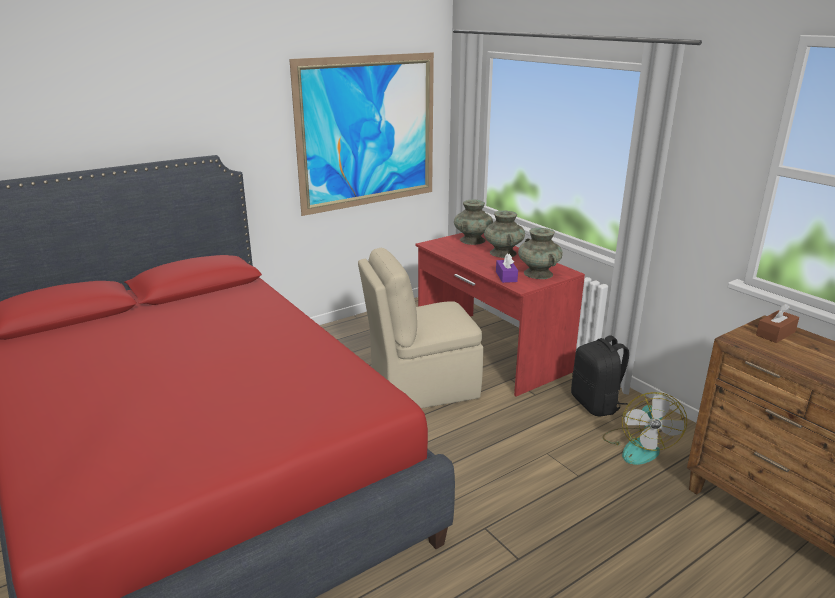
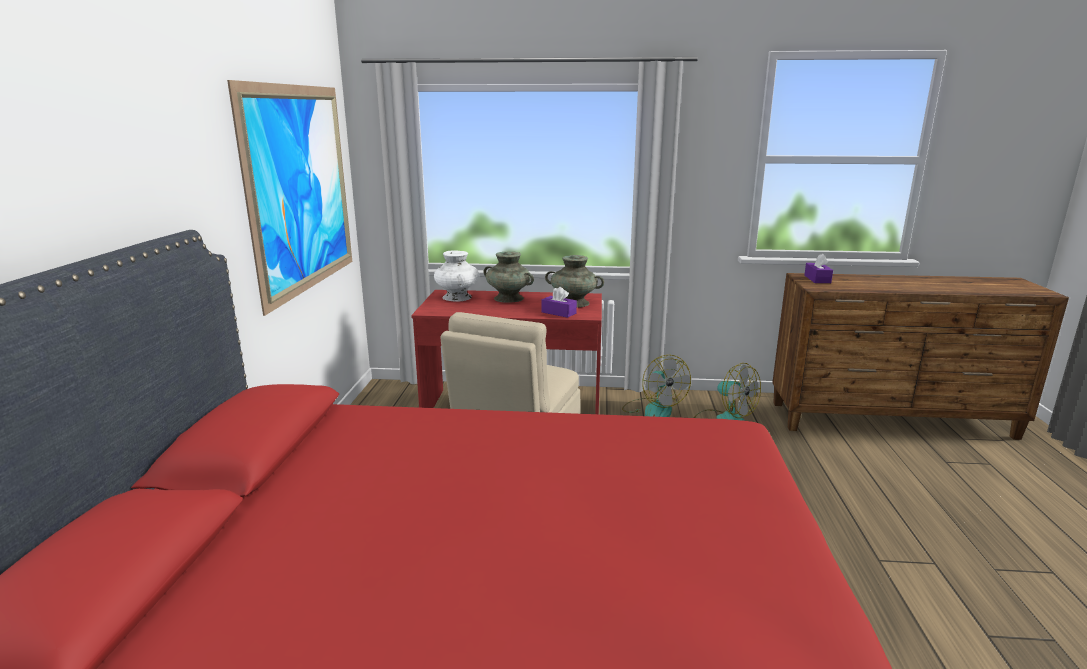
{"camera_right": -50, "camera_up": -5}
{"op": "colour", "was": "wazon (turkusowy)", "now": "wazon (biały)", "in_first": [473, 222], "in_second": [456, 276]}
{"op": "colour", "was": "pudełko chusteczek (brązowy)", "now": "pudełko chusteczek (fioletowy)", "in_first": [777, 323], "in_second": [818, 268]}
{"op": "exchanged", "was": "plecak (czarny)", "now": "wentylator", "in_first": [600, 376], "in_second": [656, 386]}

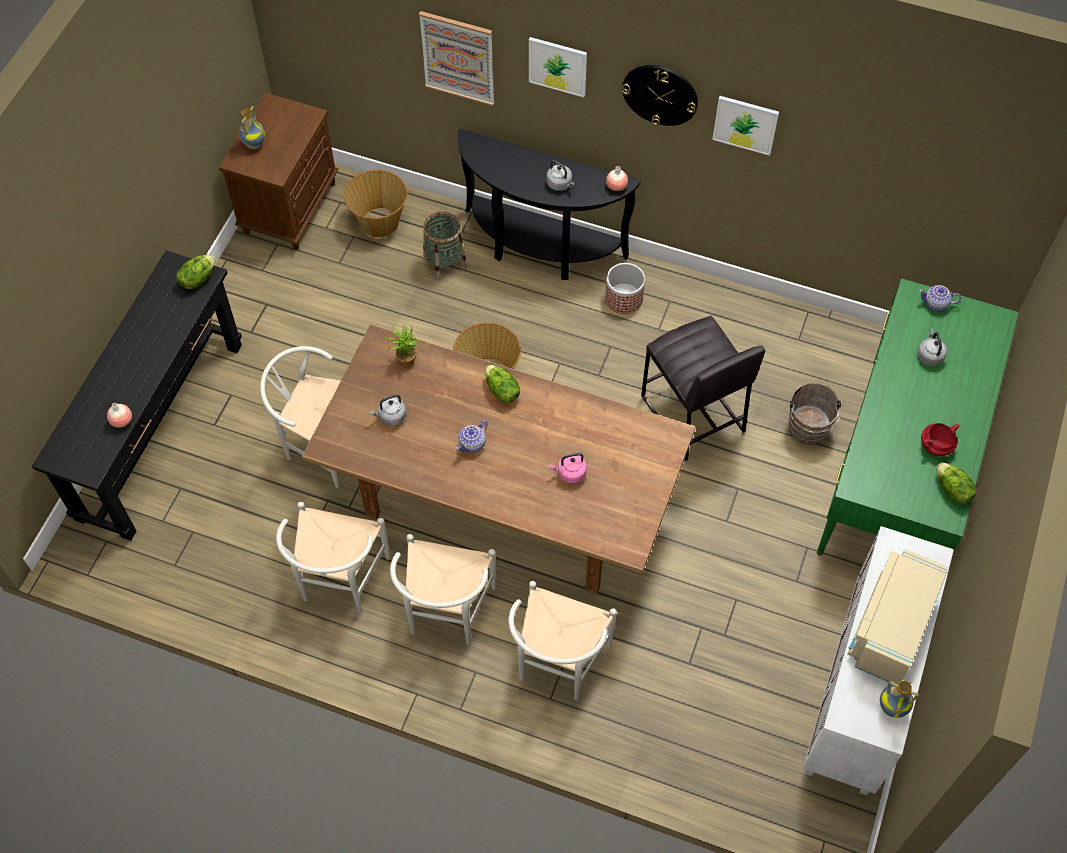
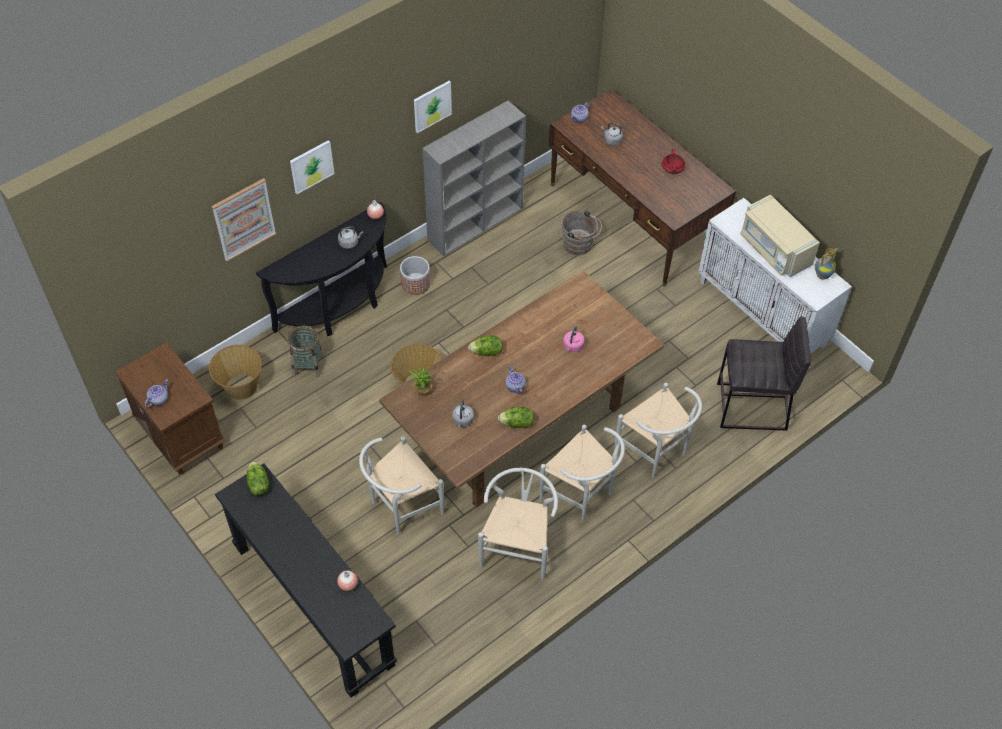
{"camera_right": -60, "camera_up": -5}
{"op": "missing", "was": "zegar ścienny", "in_first": [660, 95]}
{"op": "exchanged", "was": "wazon", "now": "imbryk", "in_first": [252, 127], "in_second": [156, 393]}
{"op": "colour", "was": "biurko (zielony)", "now": "biurko (brązowy)", "in_first": [918, 417], "in_second": [642, 188]}
{"op": "relocated", "was": "stołek (szary)", "in_first": [703, 388], "in_second": [764, 373]}
{"op": "relocated", "was": "sałata", "in_first": [956, 483], "in_second": [516, 417]}
{"op": "spun", "was": "krzesło (biały)", "in_first": [333, 557], "in_second": [518, 524], "clockwise": -120}
{"op": "appeared", "now": "regał (szary)", "in_second": [474, 178]}

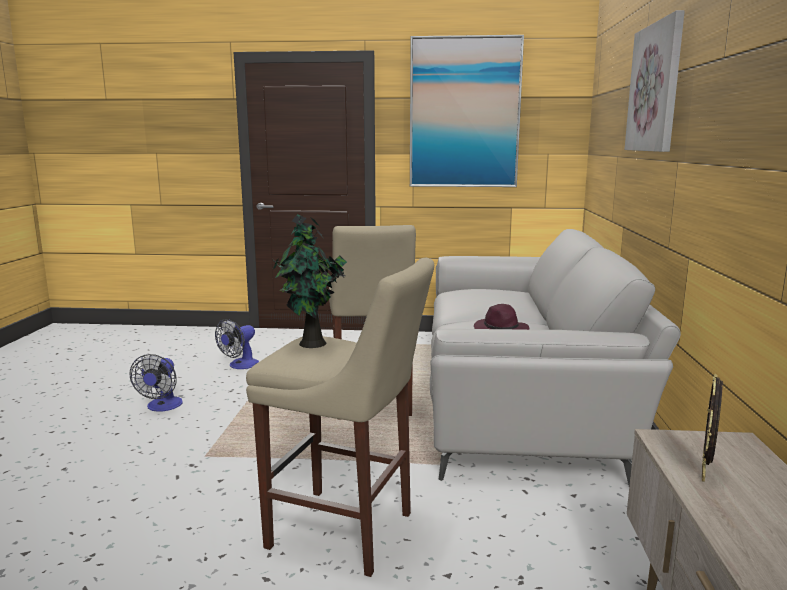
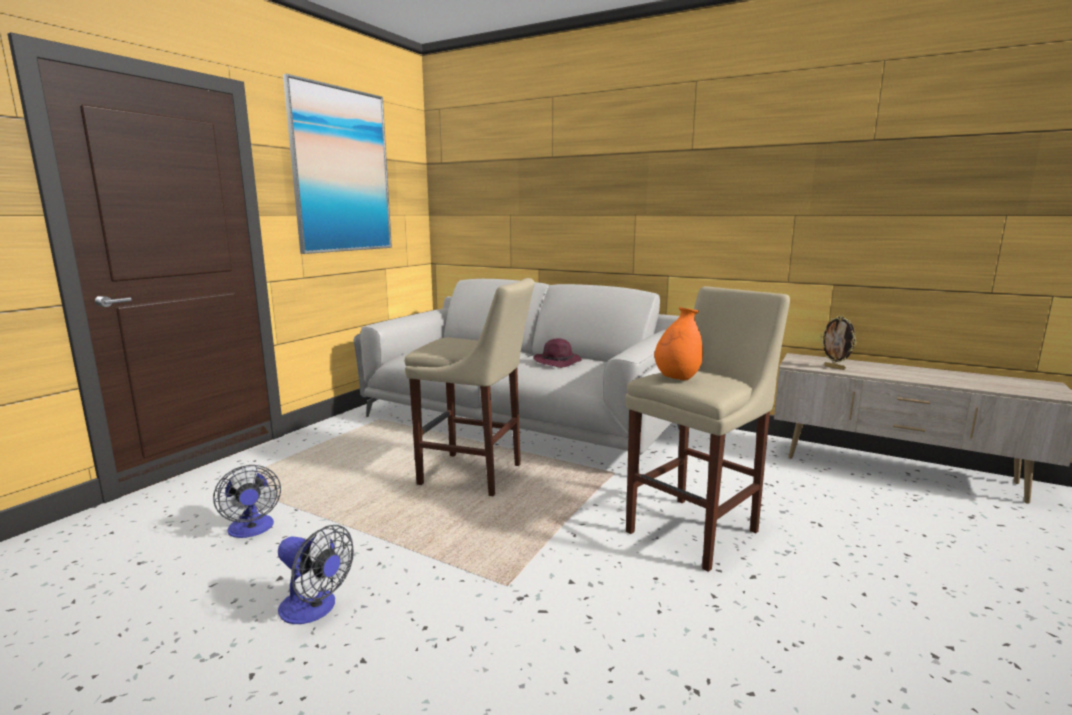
{"camera_right": -65, "camera_up": 0}
{"op": "missing", "was": "obraz", "in_first": [654, 81]}
{"op": "exchanged", "was": "roślina doniczkowa", "now": "wazon (pomarańczowy)", "in_first": [310, 281], "in_second": [678, 343]}

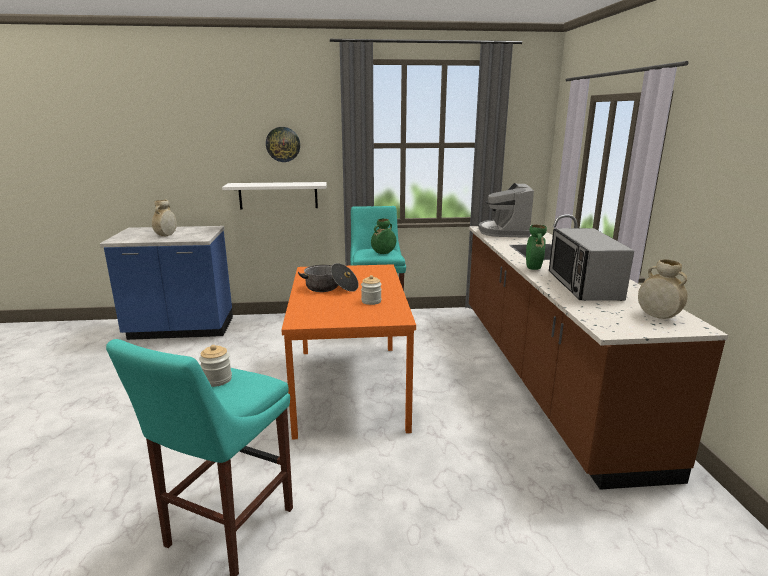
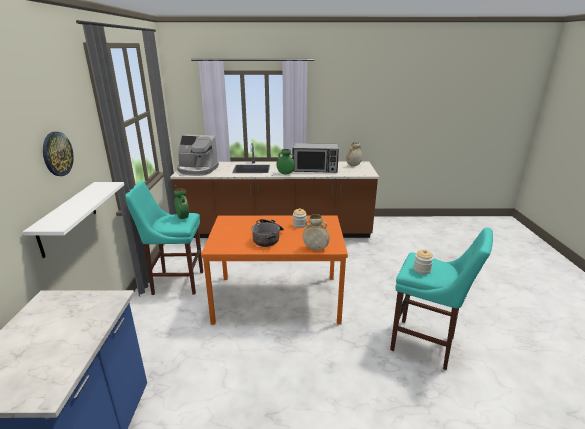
{"camera_right": -85, "camera_up": 5}
{"op": "relocated", "was": "wazon (beżowy)", "in_first": [164, 218], "in_second": [316, 232]}

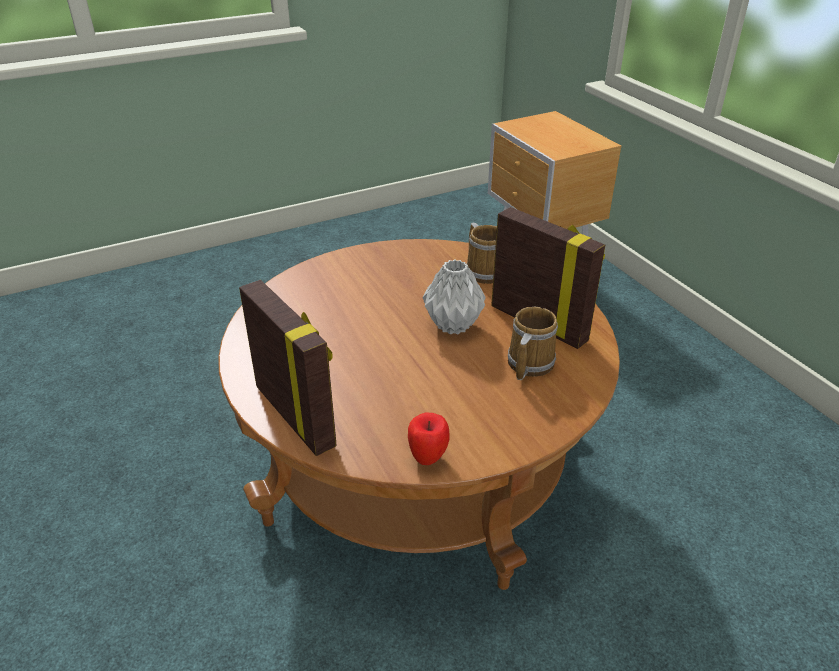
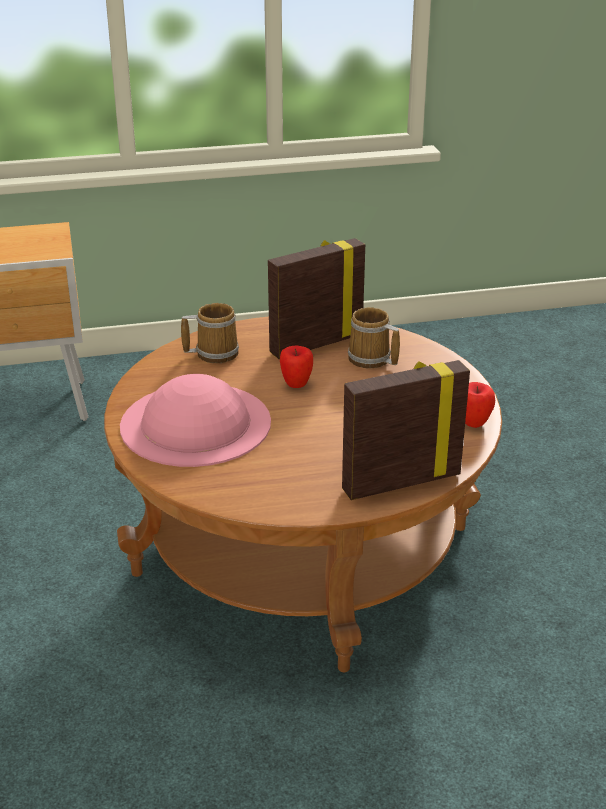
{"camera_right": -75, "camera_up": -5}
{"op": "exchanged", "was": "wazon (szary)", "now": "jabłko", "in_first": [454, 296], "in_second": [296, 366]}
{"op": "appeared", "now": "kapelusz (różowy)", "in_second": [195, 420]}

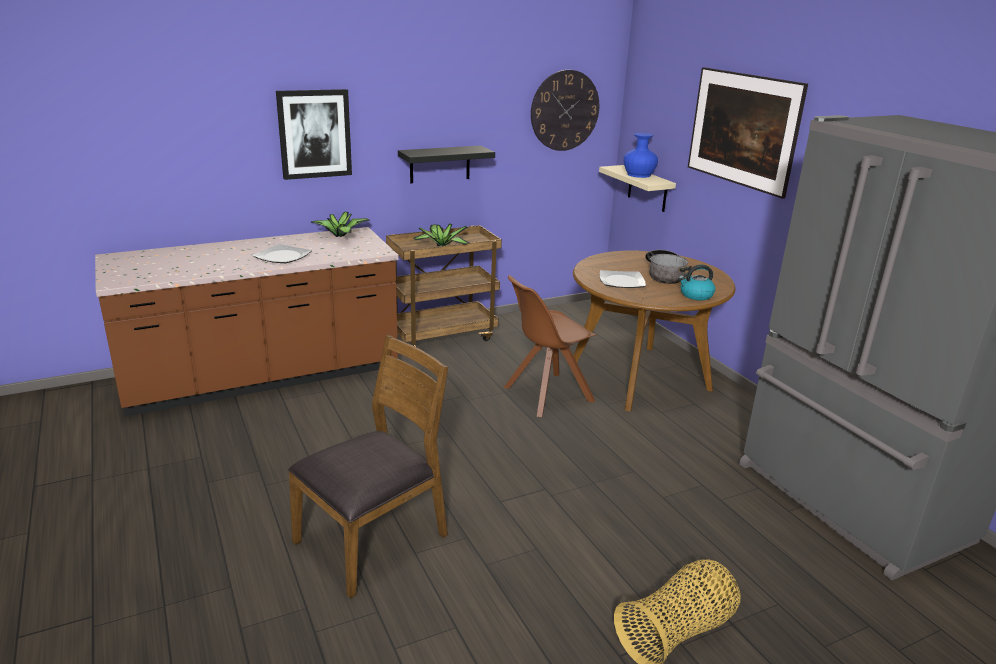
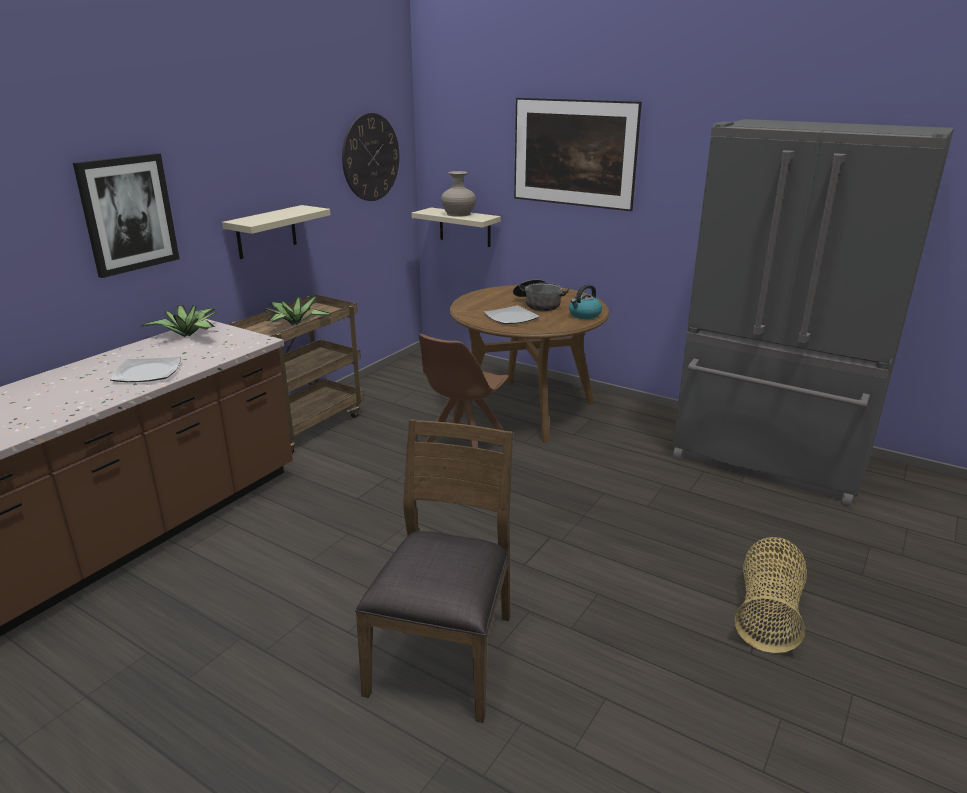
{"camera_right": -30, "camera_up": 0}
{"op": "colour", "was": "wazon (niebieski)", "now": "wazon (beżowy)", "in_first": [640, 155], "in_second": [458, 194]}
{"op": "colour", "was": "półka (czarny)", "now": "półka (beżowy)", "in_first": [446, 164], "in_second": [276, 232]}

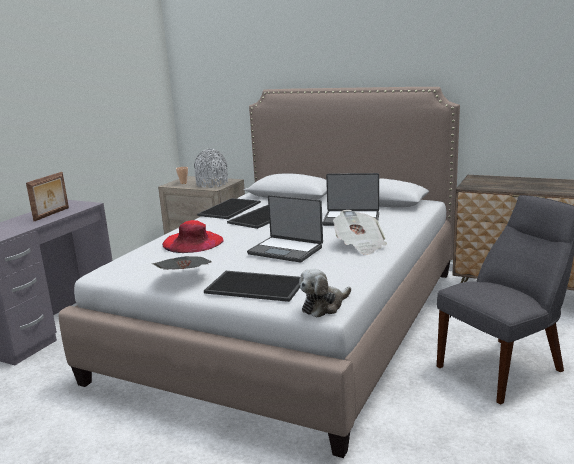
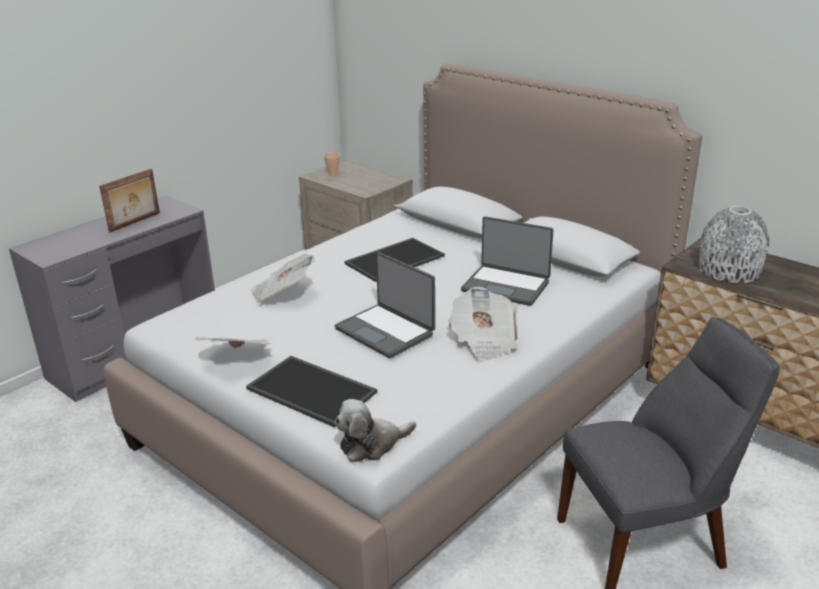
{"camera_right": 15, "camera_up": 10}
{"op": "relocated", "was": "wazon (szary)", "in_first": [211, 168], "in_second": [734, 245]}
{"op": "missing", "was": "taca", "in_first": [229, 208]}
{"op": "exchanged", "was": "kapelusz (czerwony)", "now": "gazeta", "in_first": [193, 236], "in_second": [283, 278]}

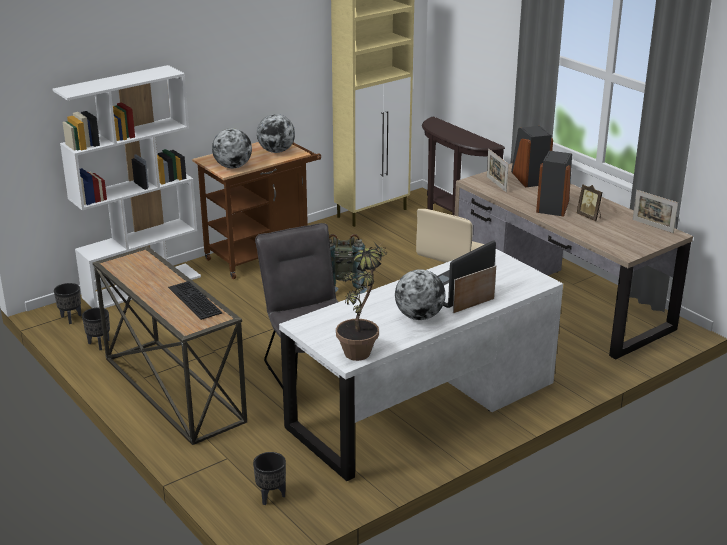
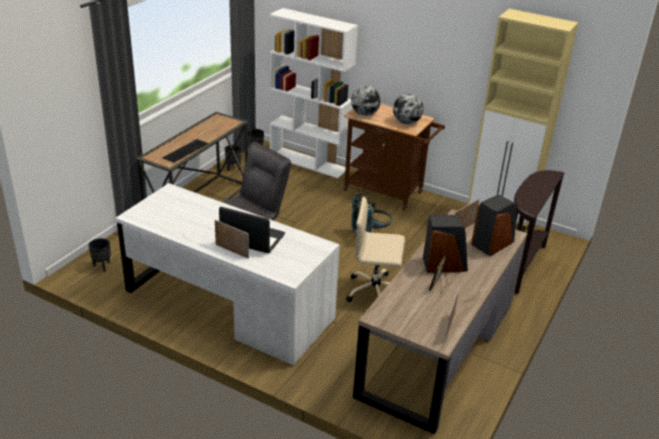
{"camera_right": 65, "camera_up": 5}
{"op": "missing", "was": "roślina doniczkowa", "in_first": [362, 299]}
{"op": "missing", "was": "globus", "in_first": [420, 294]}

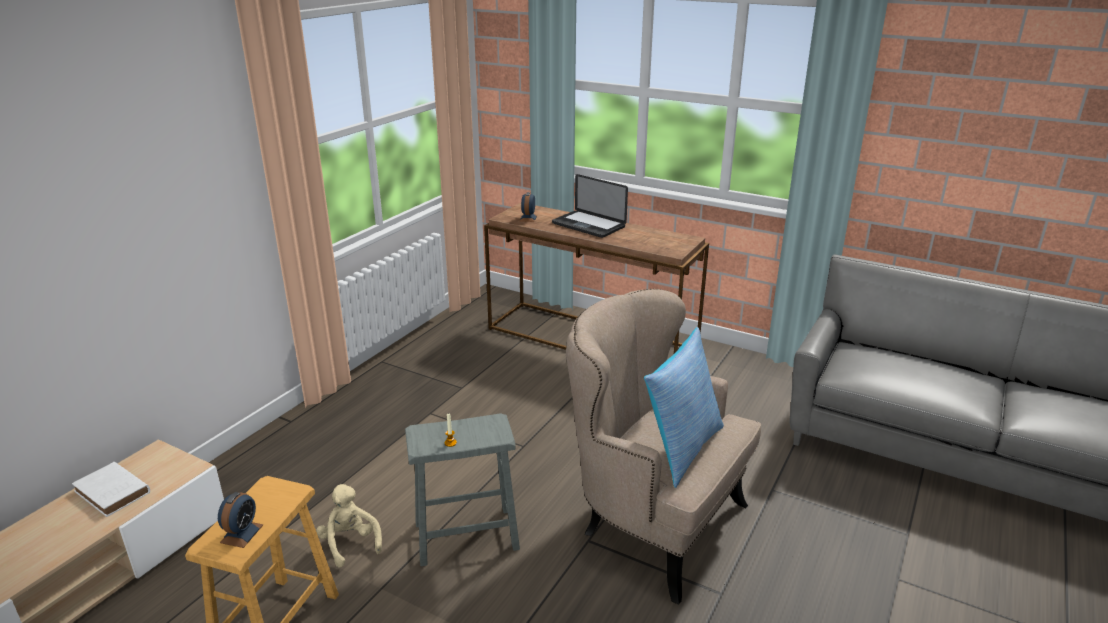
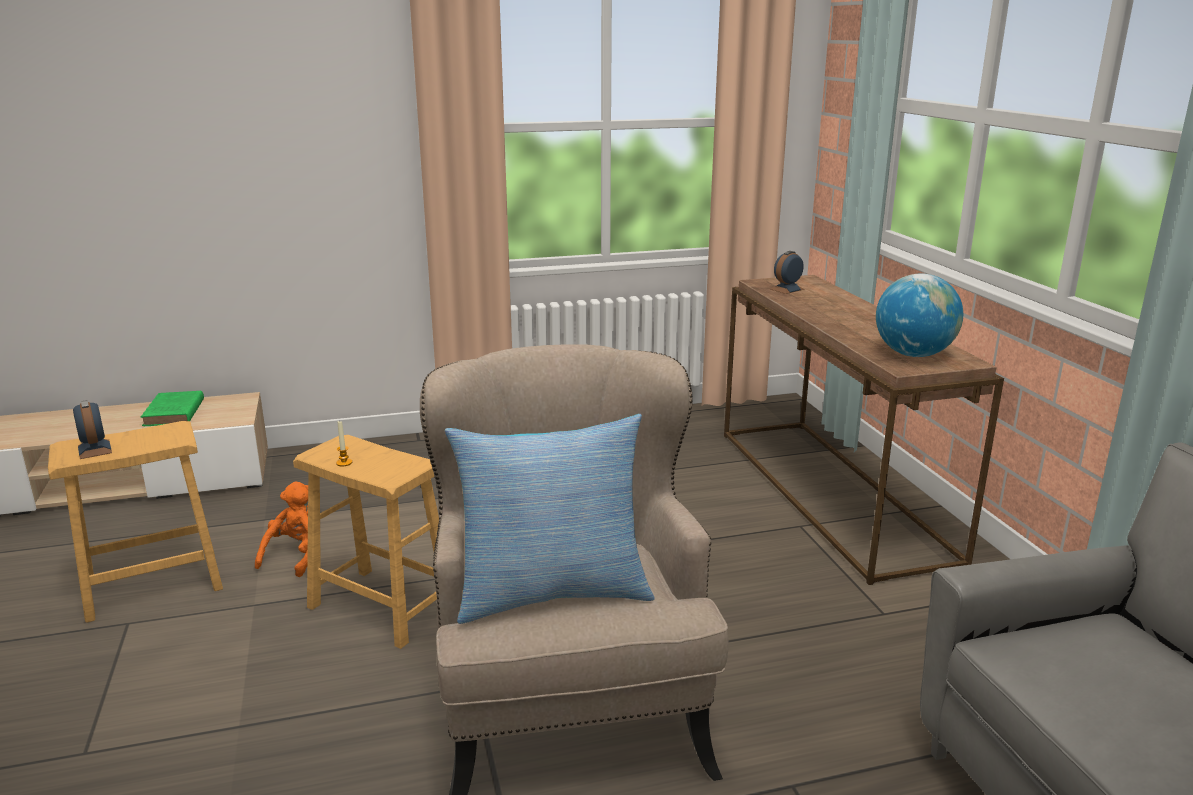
{"camera_right": 45, "camera_up": -5}
{"op": "missing", "was": "laptop", "in_first": [590, 206]}
{"op": "colour", "was": "stołek (szary)", "now": "stołek (brązowy)", "in_first": [462, 489], "in_second": [366, 542]}
{"op": "colour", "was": "książka (biały)", "now": "książka (zielony)", "in_first": [111, 489], "in_second": [172, 408]}
{"op": "colour", "was": "pluszak (beżowy)", "now": "pluszak (pomarańczowy)", "in_first": [349, 526], "in_second": [281, 529]}
{"op": "spun", "was": "budzik", "in_first": [240, 520], "in_second": [92, 429], "clockwise": -90}
{"op": "appeared", "now": "globus", "in_second": [919, 315]}

